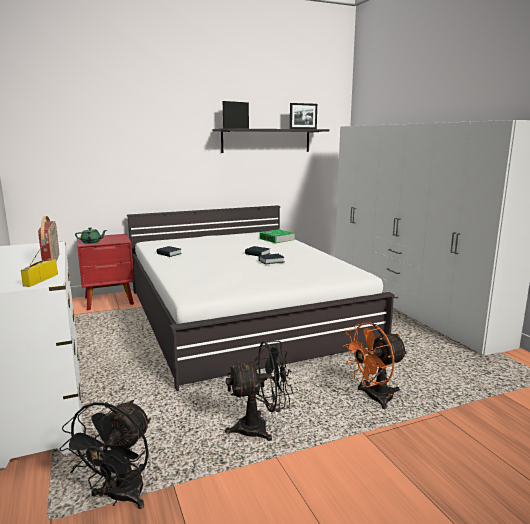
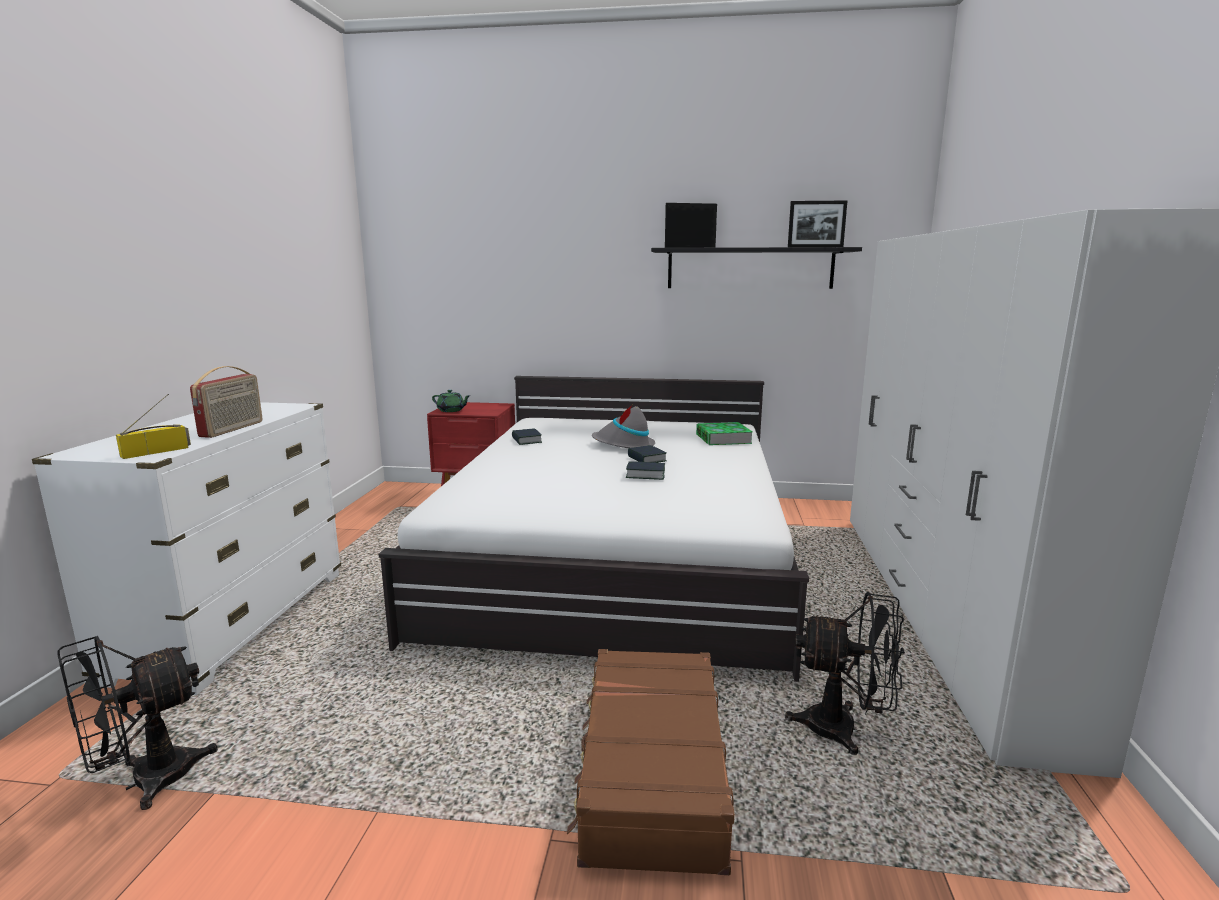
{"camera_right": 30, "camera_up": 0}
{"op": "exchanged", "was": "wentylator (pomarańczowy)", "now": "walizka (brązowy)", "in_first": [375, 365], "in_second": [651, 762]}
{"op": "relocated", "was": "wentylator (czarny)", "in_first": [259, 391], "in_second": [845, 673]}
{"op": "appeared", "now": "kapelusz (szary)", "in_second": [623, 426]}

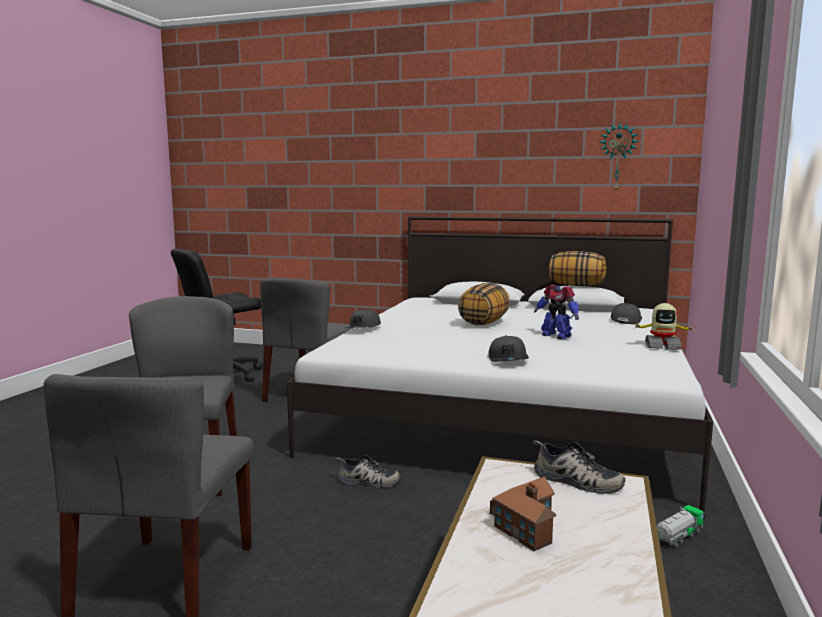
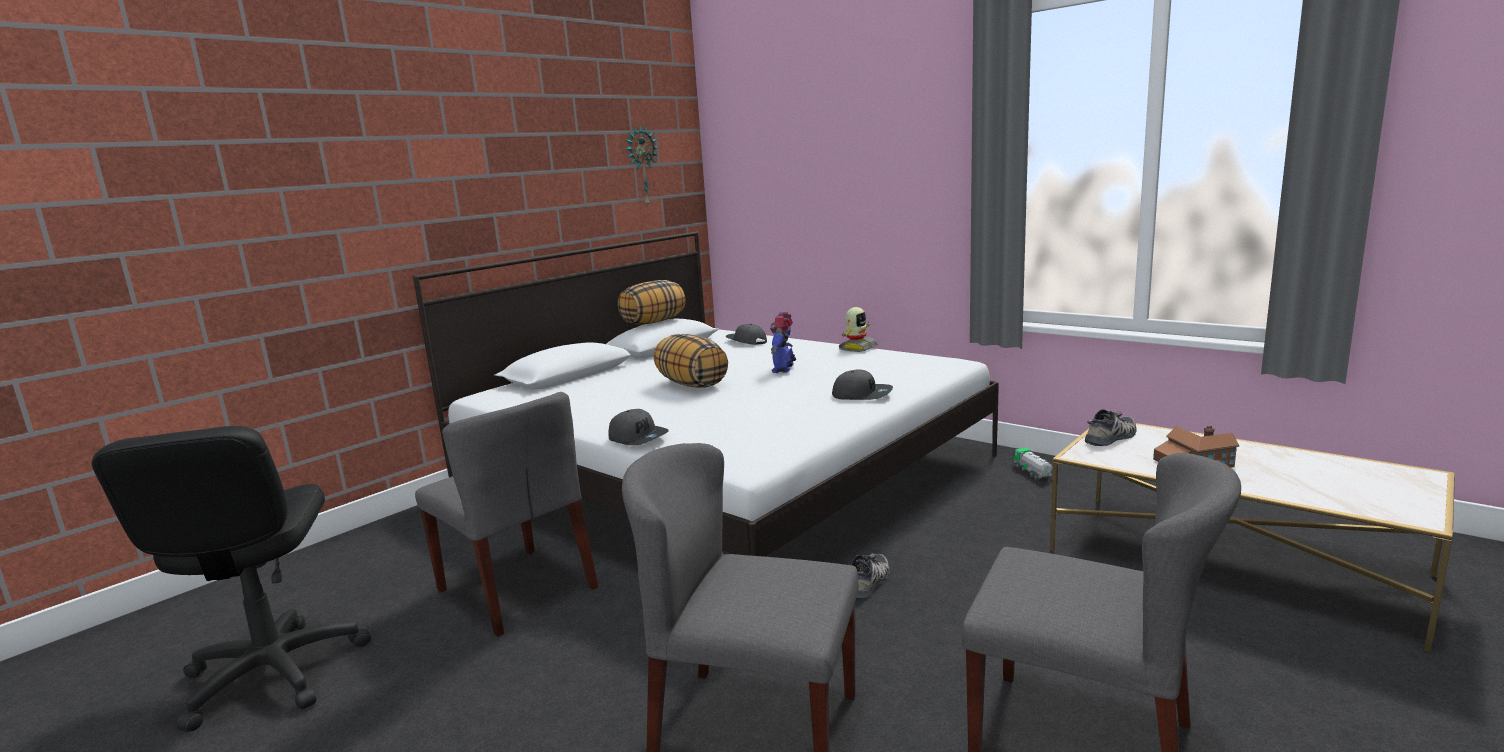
{"camera_right": -65, "camera_up": 5}
{"op": "spun", "was": "robot zabawkowy", "in_first": [556, 312], "in_second": [783, 342], "clockwise": 120}

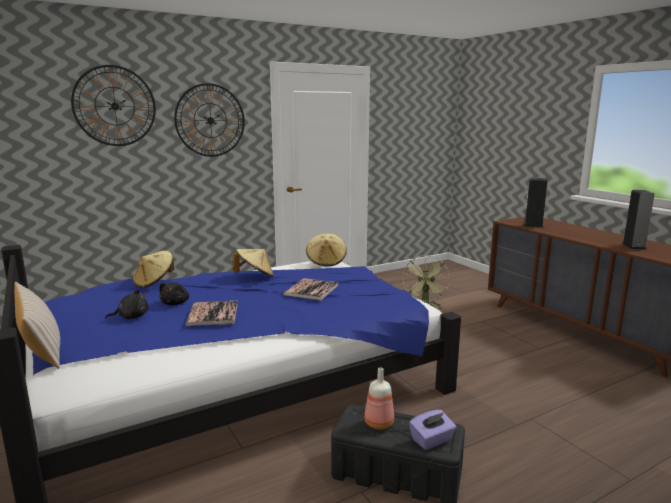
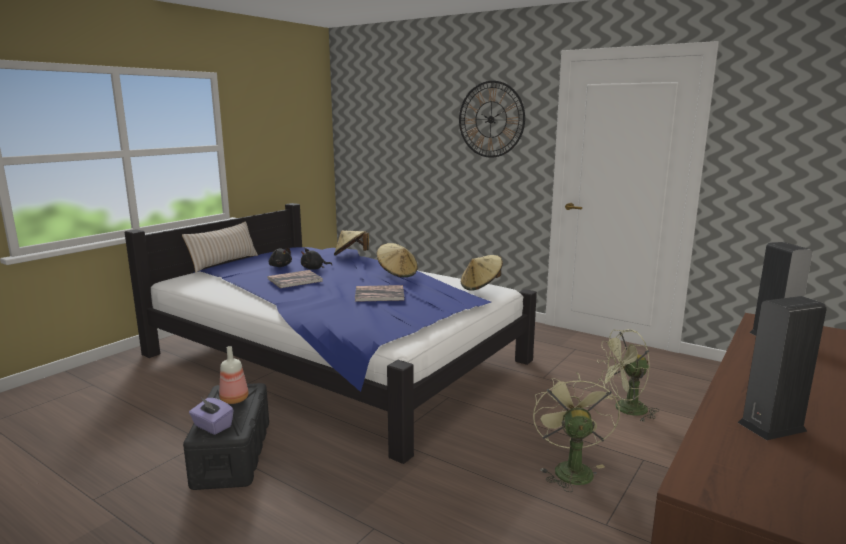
{"camera_right": 65, "camera_up": 0}
{"op": "missing", "was": "zegar ścienny", "in_first": [113, 105]}
{"op": "appeared", "now": "wentylator (zielony)", "in_second": [576, 432]}

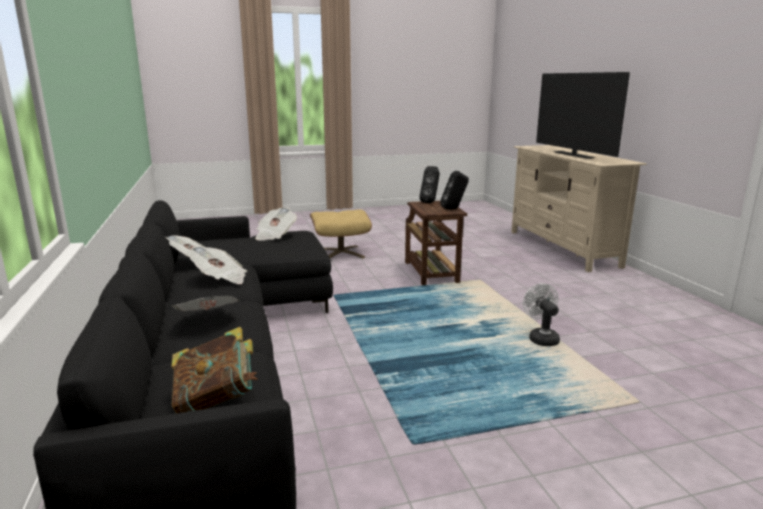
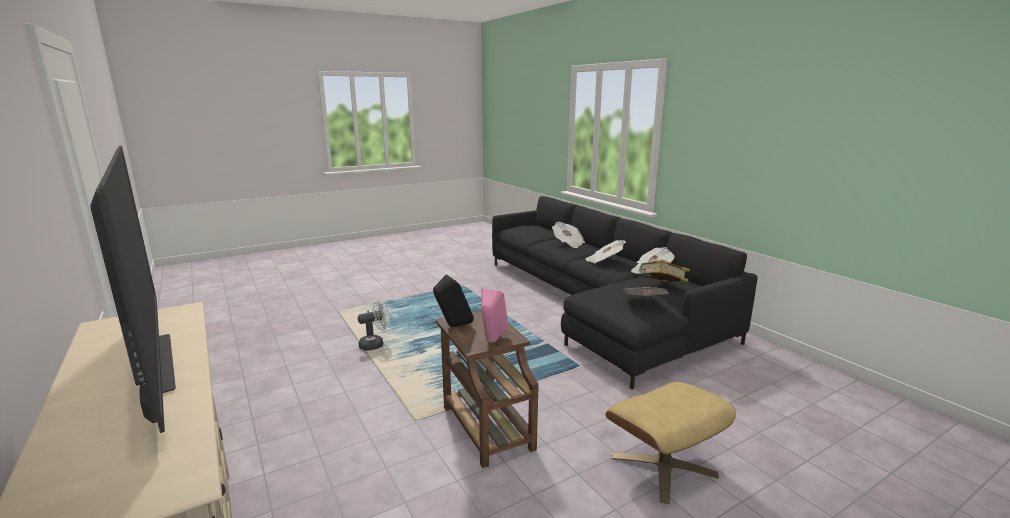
{"camera_right": 165, "camera_up": 0}
{"op": "colour", "was": "głośnik (czarny)", "now": "głośnik (różowy)", "in_first": [429, 184], "in_second": [494, 316]}
{"op": "spun", "was": "wentylator (biały)", "in_first": [541, 314], "in_second": [373, 325], "clockwise": -90}
{"op": "relocated", "was": "książka", "in_first": [214, 370], "in_second": [664, 270]}

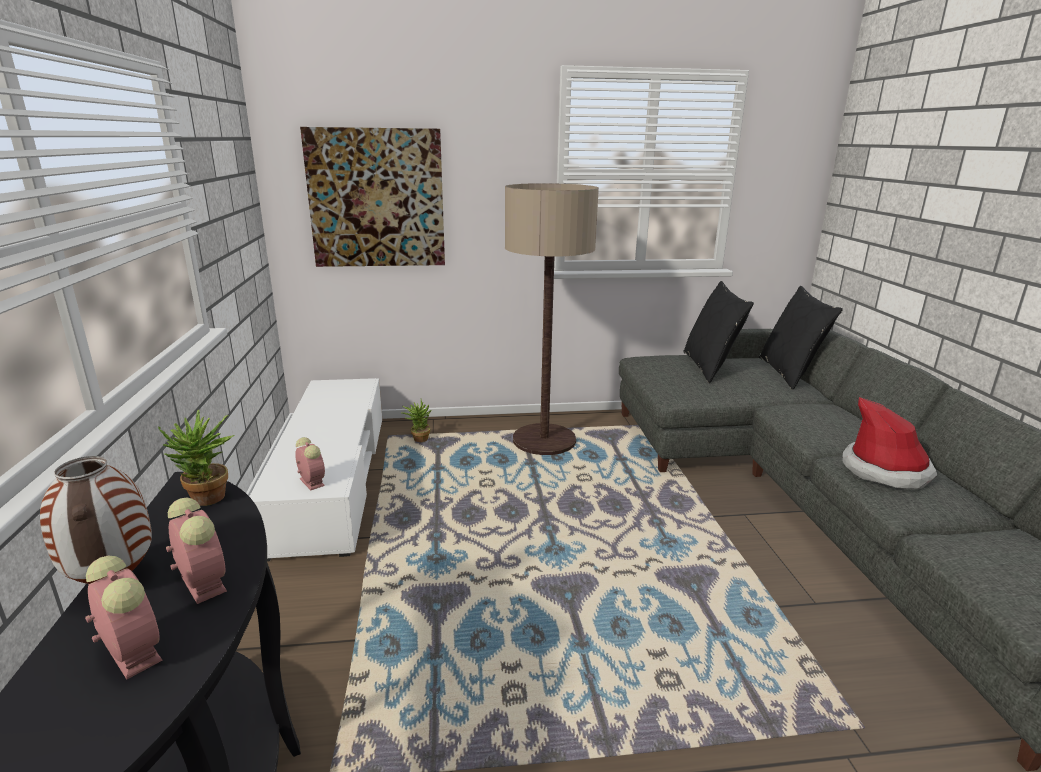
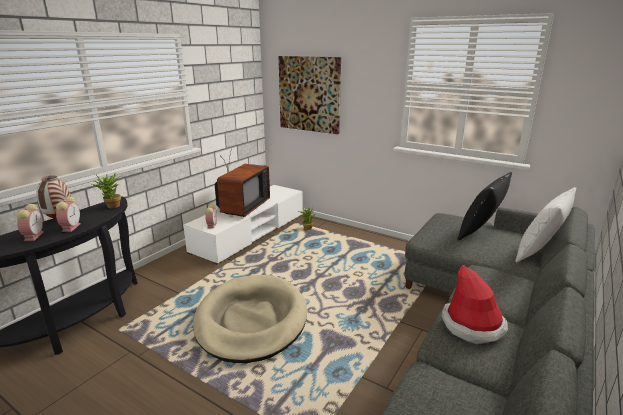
{"camera_right": 40, "camera_up": 0}
{"op": "missing", "was": "lampa stojąca", "in_first": [552, 319]}
{"op": "colour", "was": "poduszka (czarny)", "now": "poduszka (biały)", "in_first": [801, 338], "in_second": [545, 225]}
{"op": "appeared", "now": "telewizor", "in_second": [242, 182]}
{"op": "appeared", "now": "legowisko (beżowy)", "in_second": [250, 319]}

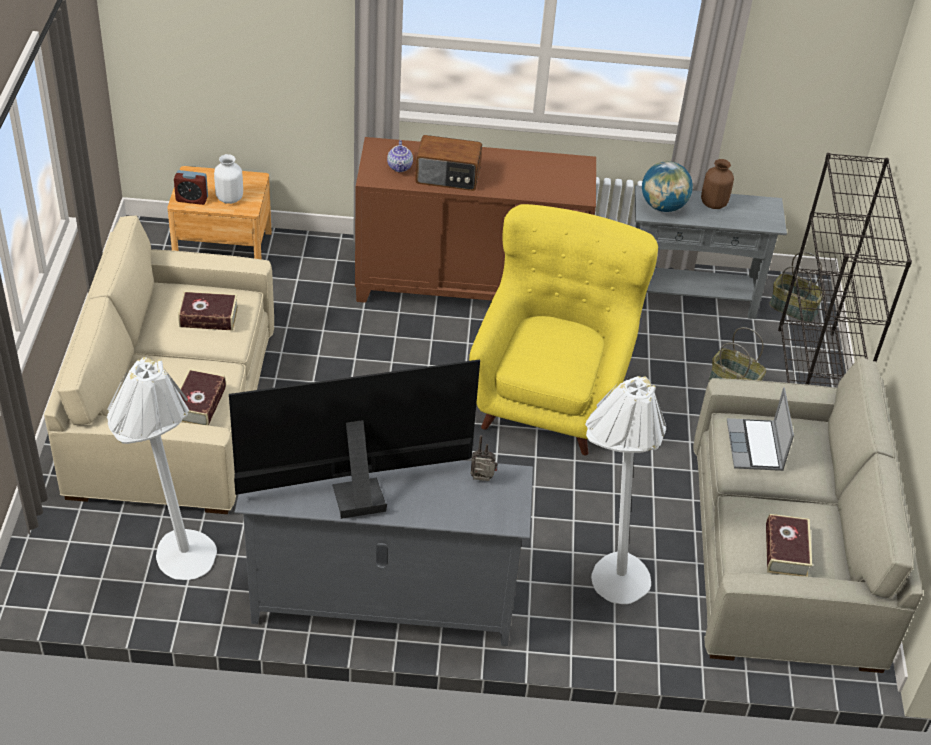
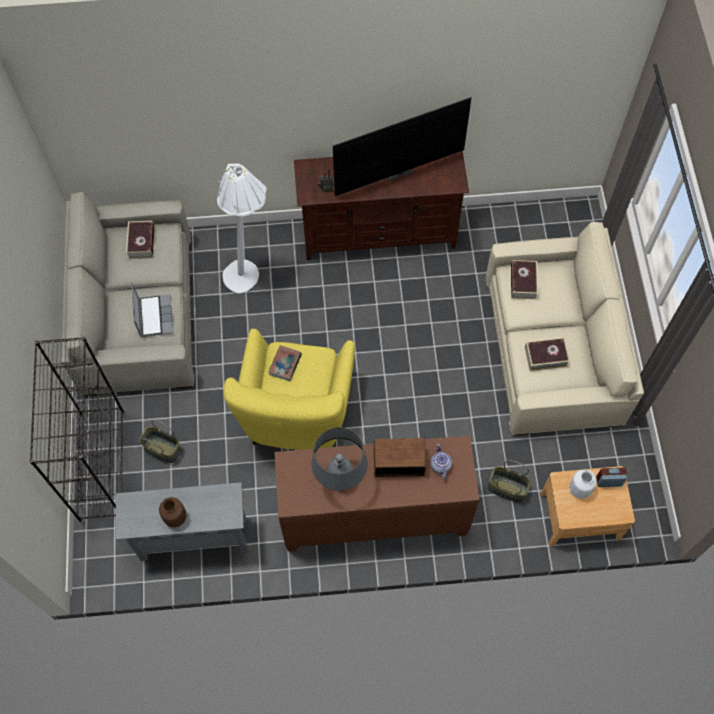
{"camera_right": 175, "camera_up": 20}
{"op": "missing", "was": "globus", "in_first": [667, 186]}
{"op": "relocated", "was": "koszyk", "in_first": [797, 287], "in_second": [509, 481]}
{"op": "missing", "was": "lampa stojąca (biały)", "in_first": [162, 468]}
{"op": "colour", "was": "szafka pod telewizor (szary)", "now": "szafka pod telewizor (brązowy)", "in_first": [383, 553], "in_second": [381, 205]}
{"op": "appeared", "now": "książka", "in_second": [285, 363]}
{"op": "appeared", "now": "lampa stołowa (szary)", "in_second": [339, 459]}

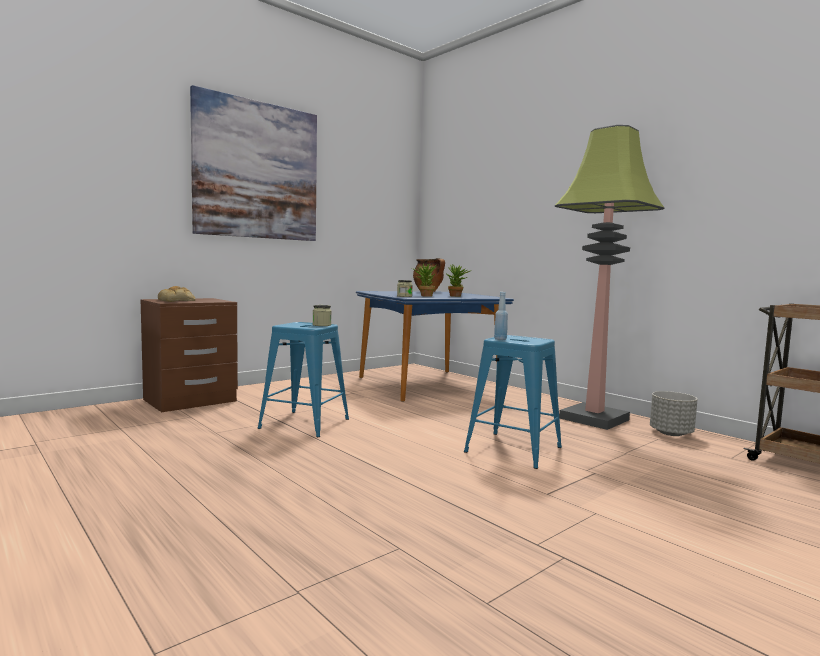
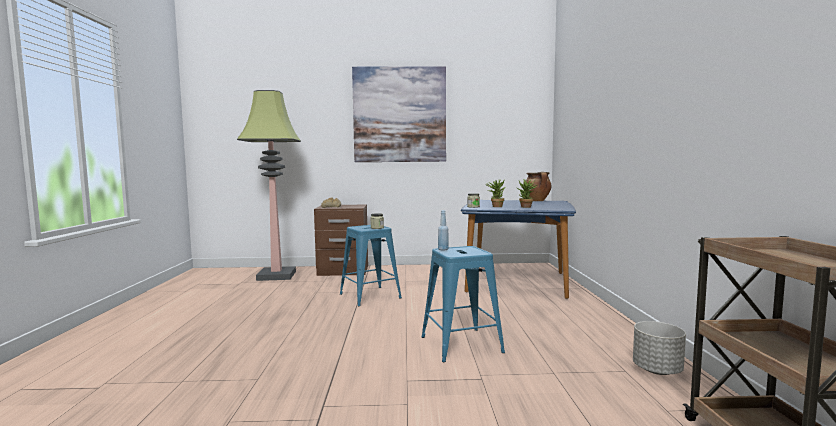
{"camera_right": 40, "camera_up": 0}
{"op": "relocated", "was": "lampa stojąca", "in_first": [609, 277], "in_second": [269, 185]}

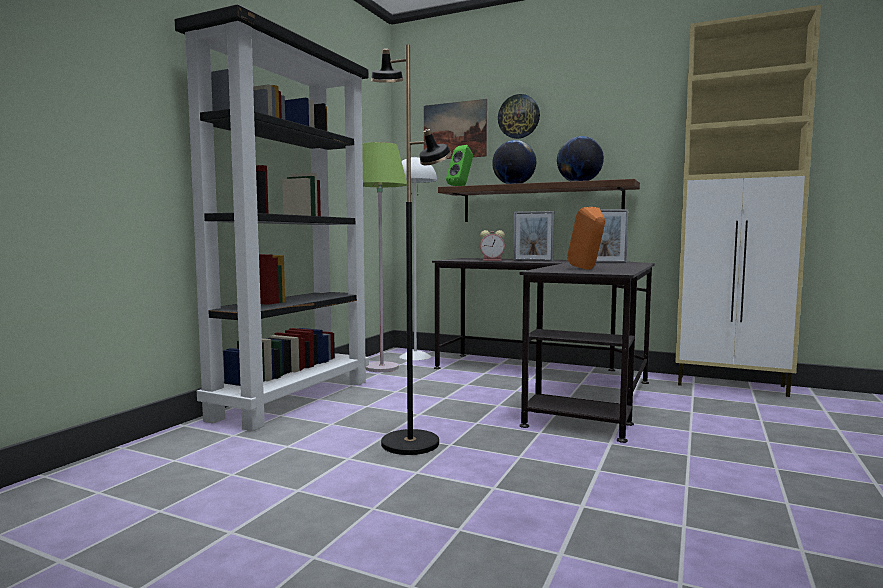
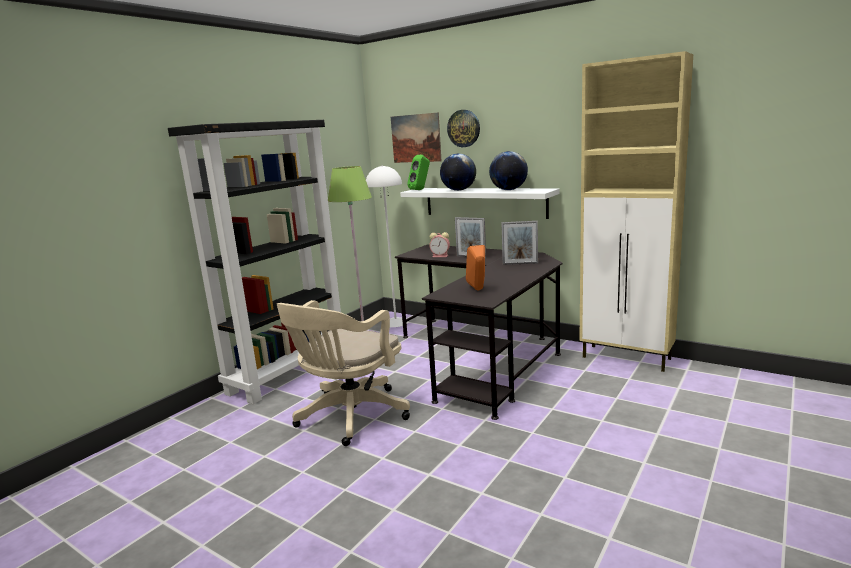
{"camera_right": 10, "camera_up": 10}
{"op": "exchanged", "was": "lampa stojąca (czarny)", "now": "krzesło biurowe (beżowy)", "in_first": [411, 249], "in_second": [343, 373]}
{"op": "colour", "was": "półka (brązowy)", "now": "półka (biały)", "in_first": [539, 200], "in_second": [480, 203]}

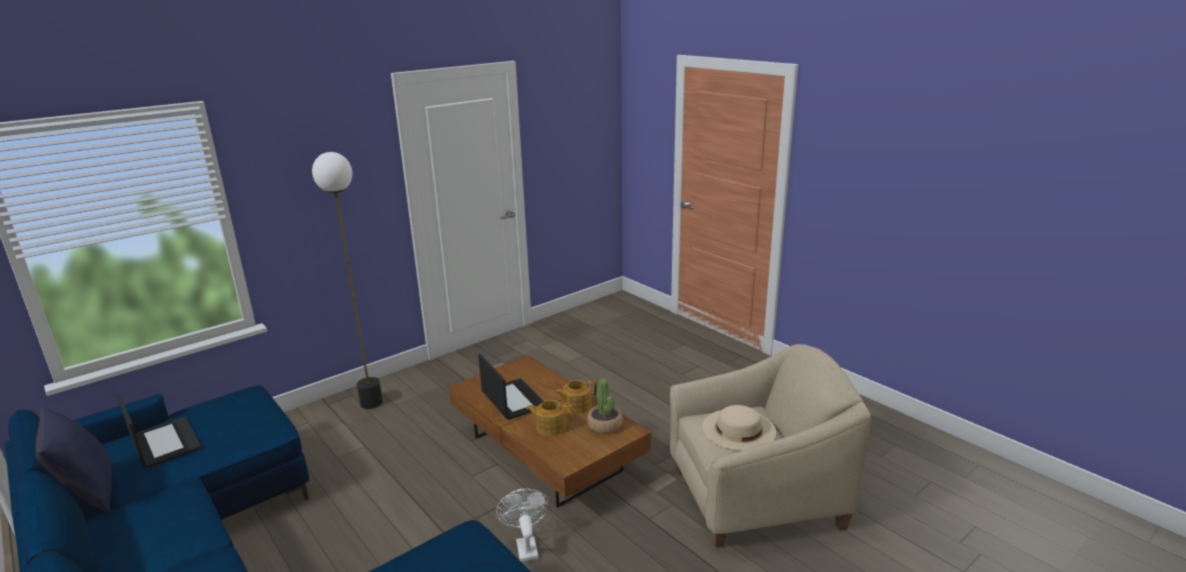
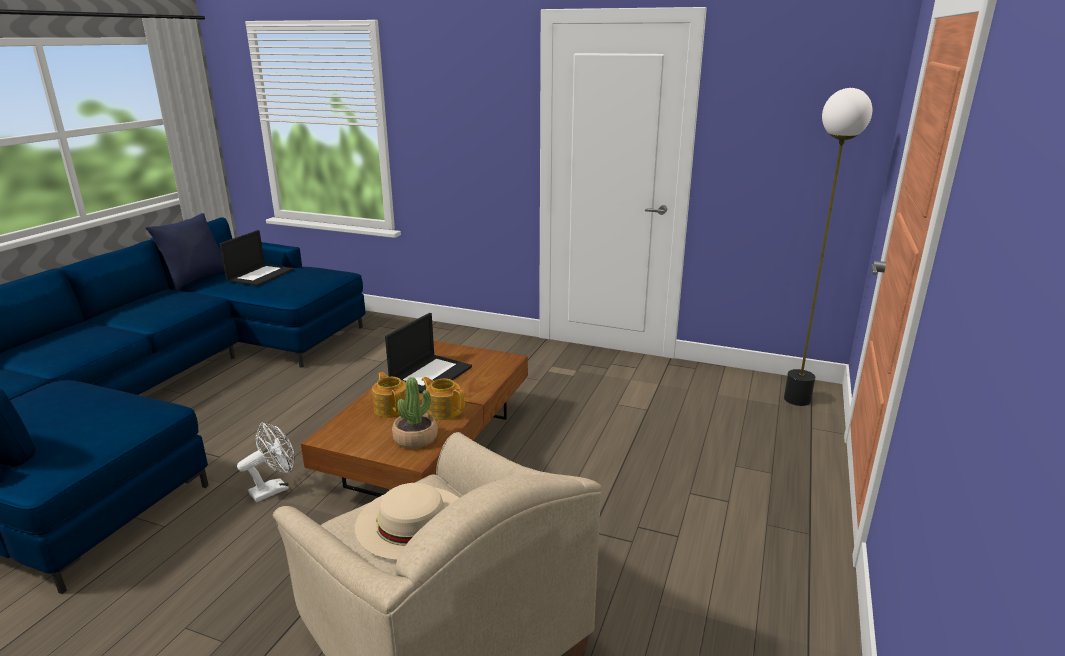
{"camera_right": 60, "camera_up": 0}
{"op": "relocated", "was": "lampa stojąca", "in_first": [347, 280], "in_second": [828, 247]}

